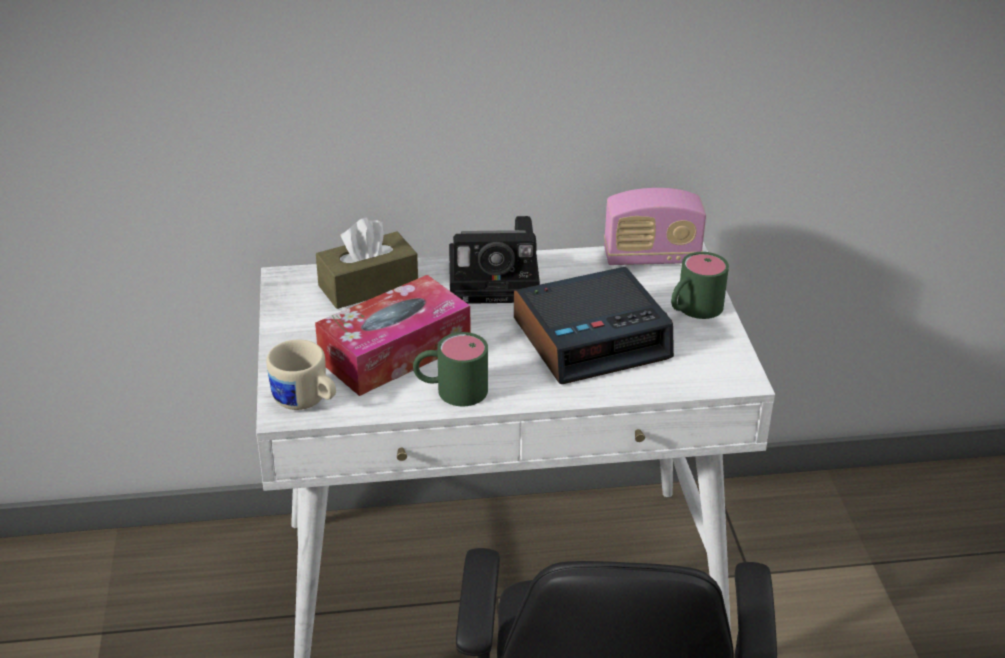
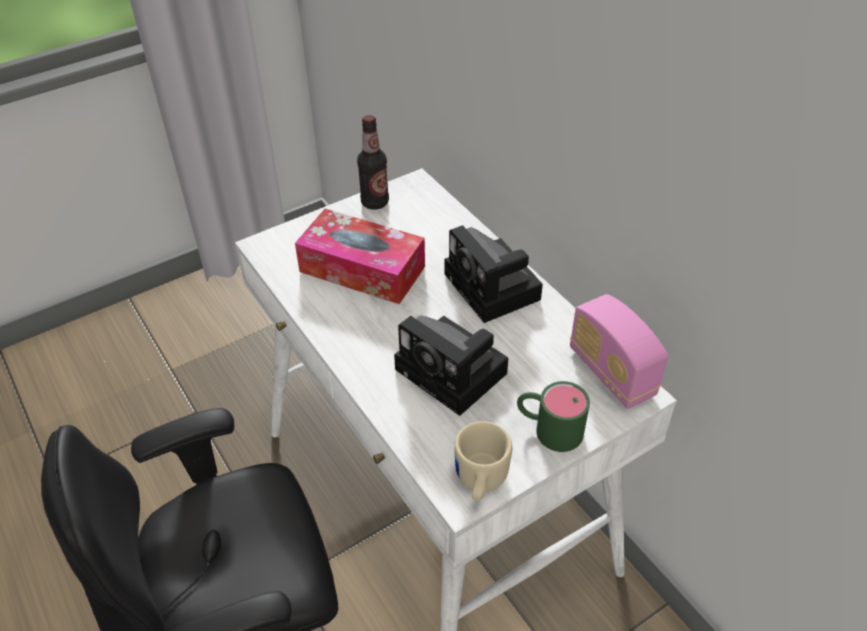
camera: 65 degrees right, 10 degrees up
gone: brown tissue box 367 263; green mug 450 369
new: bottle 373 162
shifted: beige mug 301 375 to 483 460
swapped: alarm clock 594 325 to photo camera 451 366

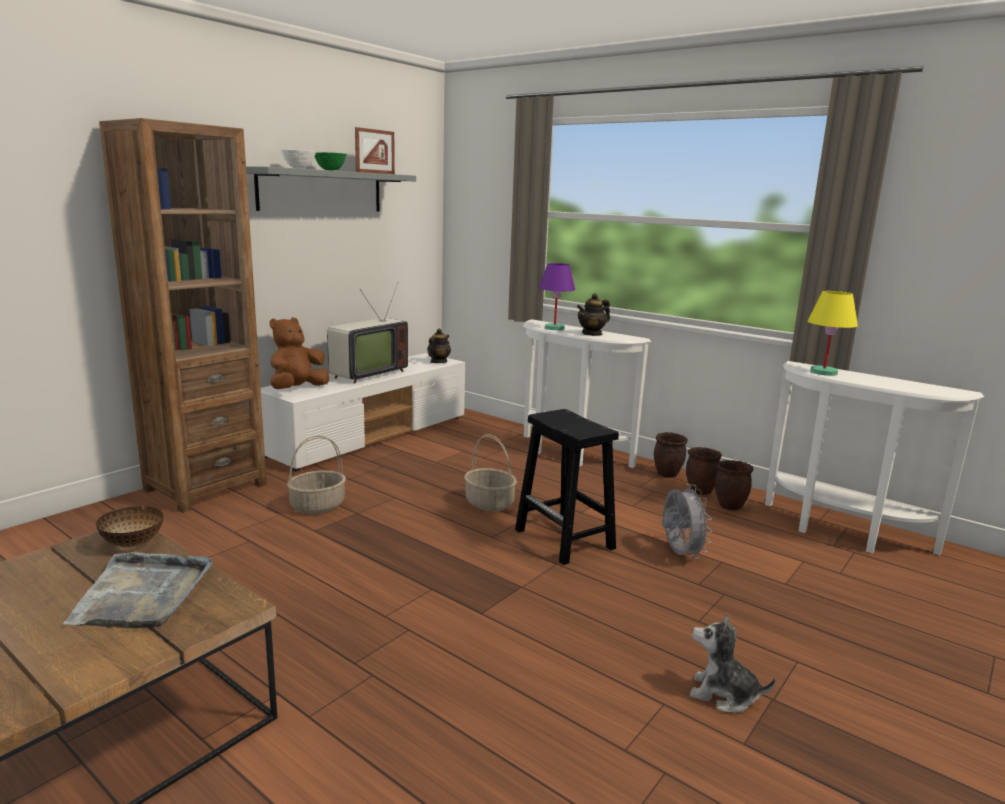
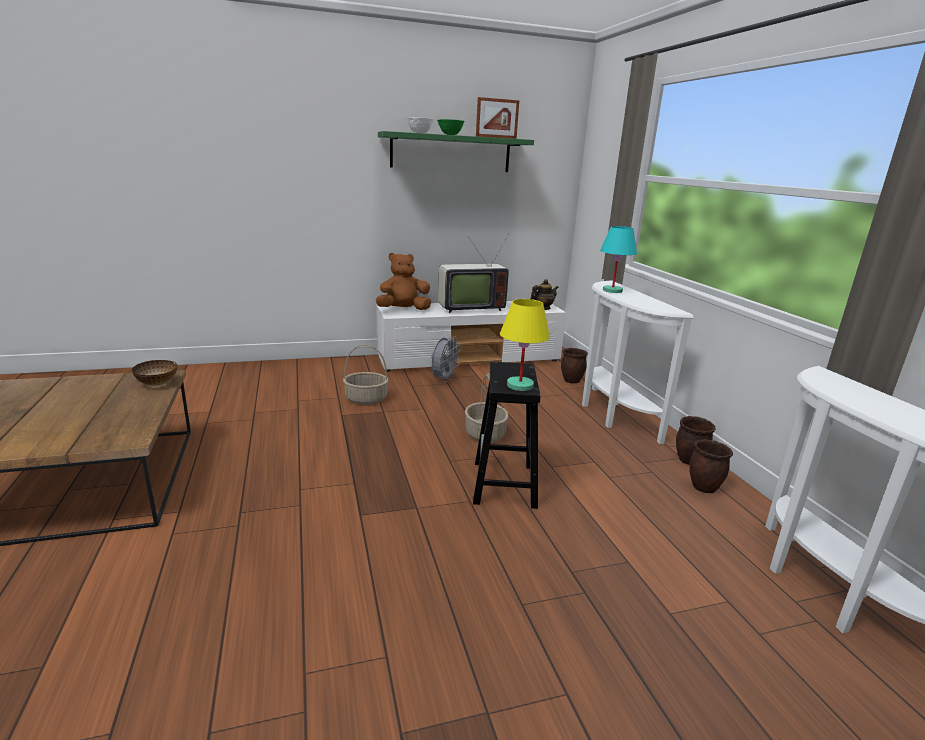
camera: 35 degrees right, 5 degrees up
gone: grey tray 138 590; brown bookcase 183 315; teapot 593 314; plush toy 733 663
shifted: grey fan 687 521 to 446 359; brown planter 734 485 to 574 365; yellow table lamp 833 333 to 525 345
repainted: grey shelf 331 188 to green shelf 456 151; purple table lamp 557 296 to turquoise table lamp 618 259

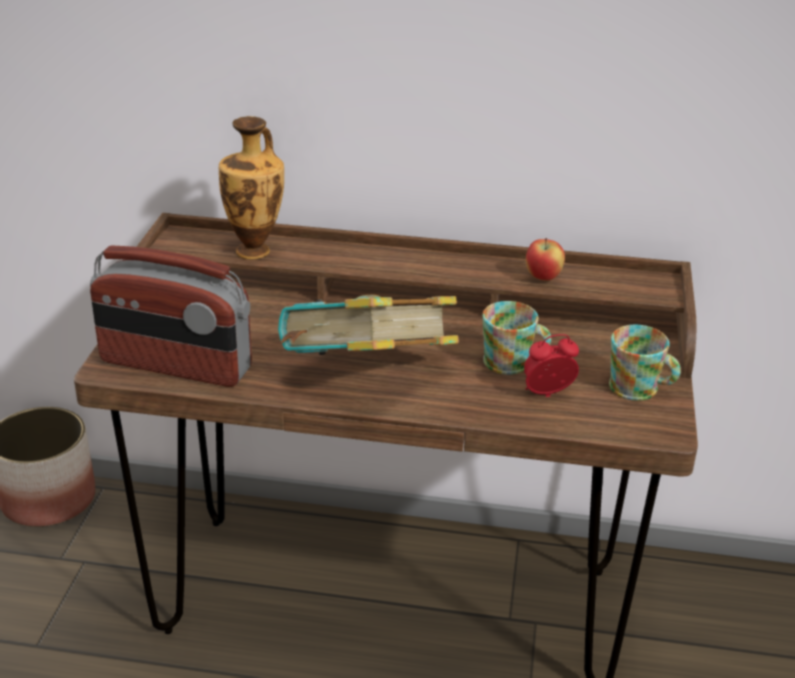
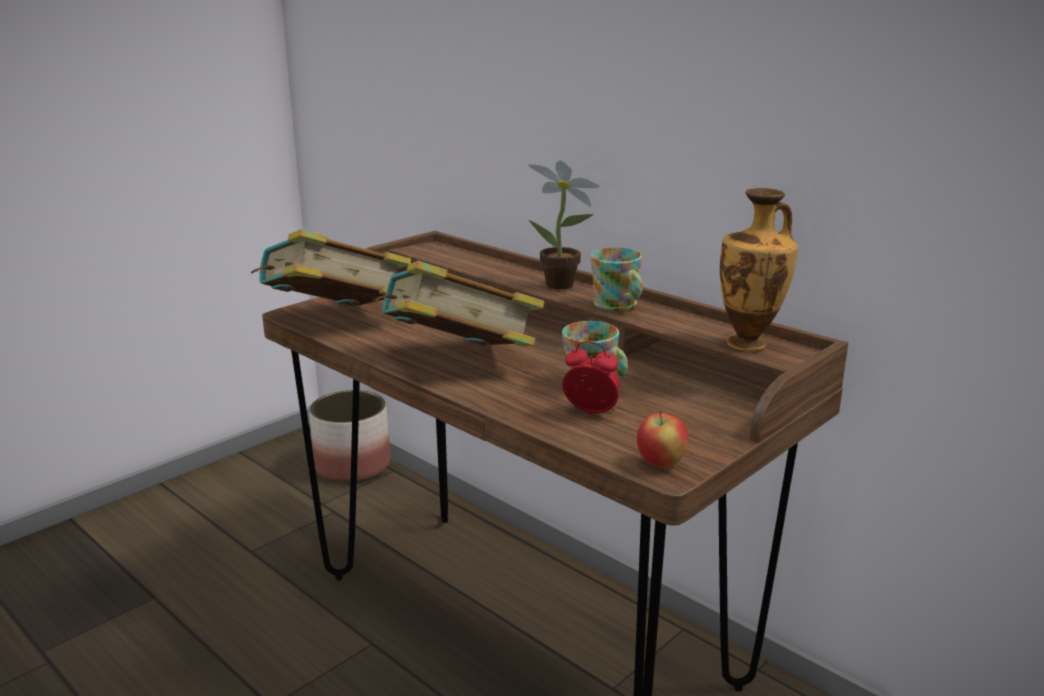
camera: 35 degrees right, 10 degrees down
new: potted plant 563 224
shifted: vase 251 187 to 759 269; apple 545 259 to 662 439; mug 645 363 to 616 279
swapped: radio 171 316 to book 331 267

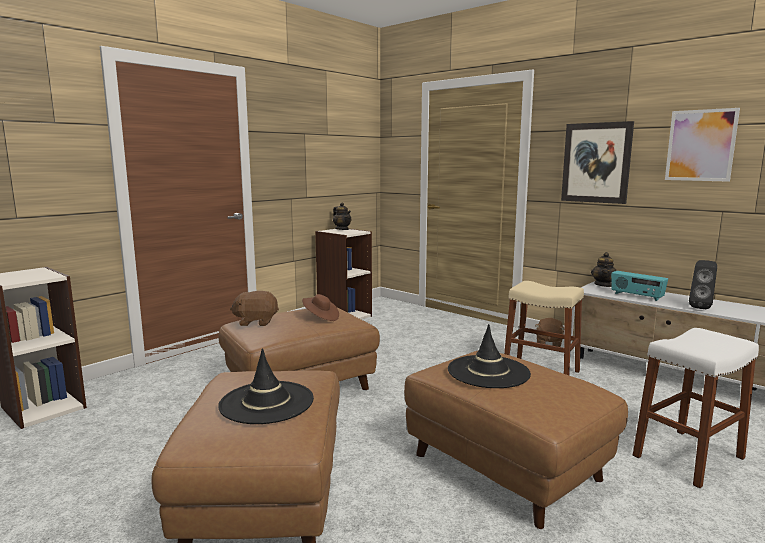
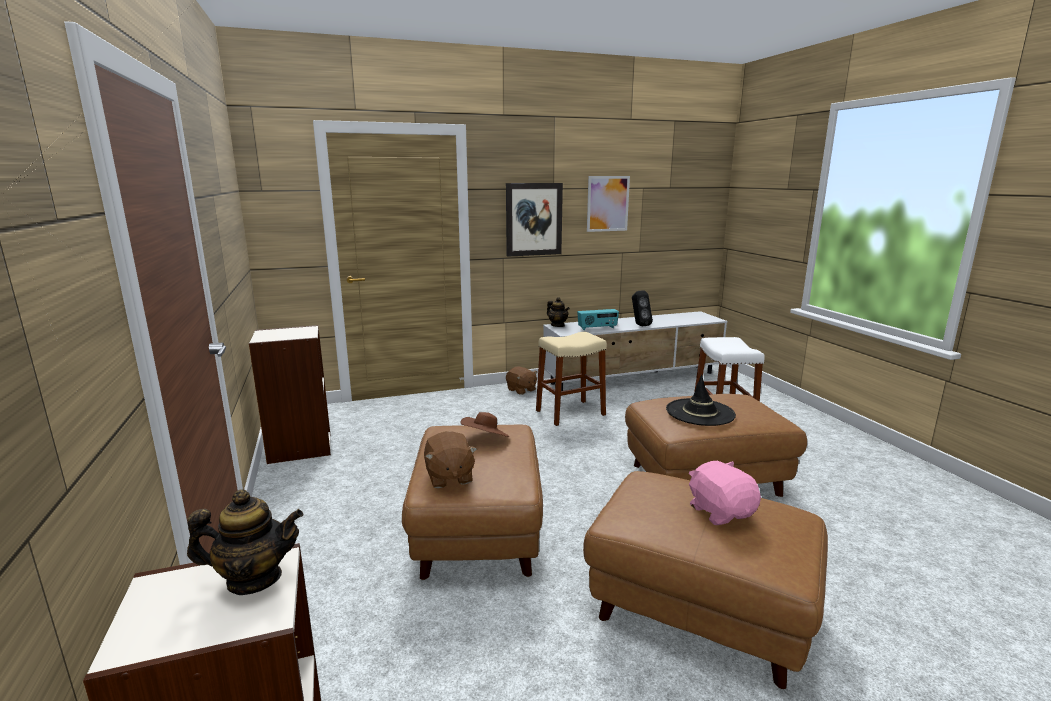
camera: 60 degrees left, 5 degrees up
shifted: teapot 342 216 to 245 542
swapped: black hat 266 386 to pink plush toy 725 493
rotated: brown plush toy 254 308 = 450 459 45 degrees counterclockwise

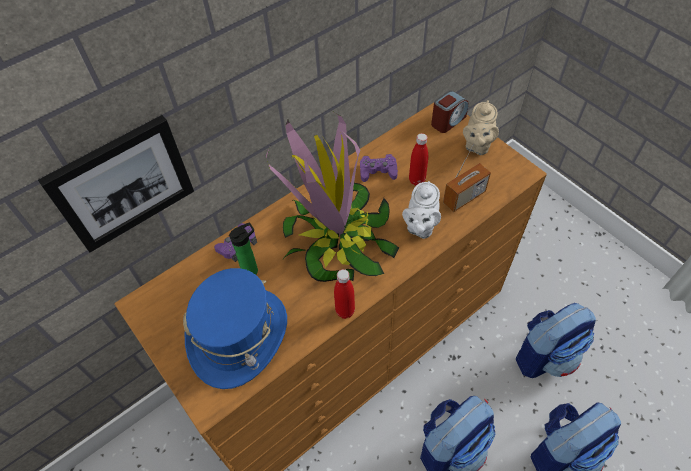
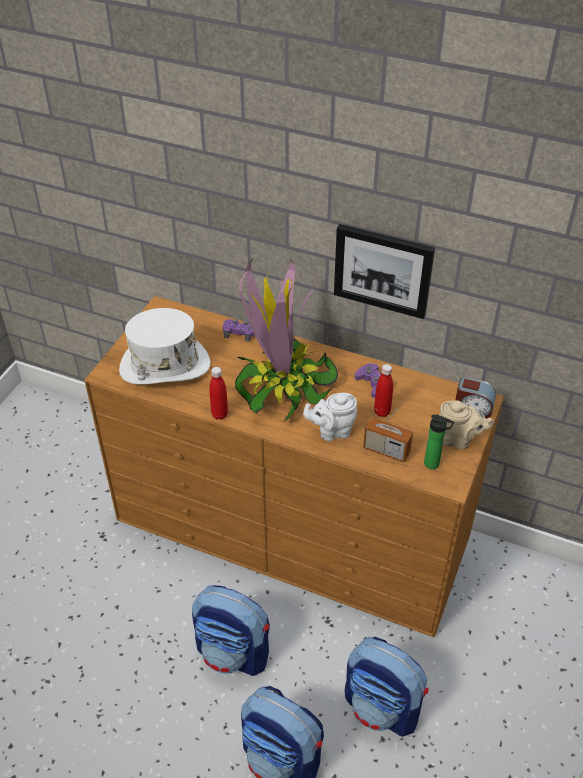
camera: 60 degrees right, 10 degrees down
shifted: picture 116 184 to 384 271; bottle 243 248 to 439 441
repainted: blue hat 235 328 to white hat 164 346
rotated: beige teapot 481 127 = 466 424 150 degrees counterclockwise

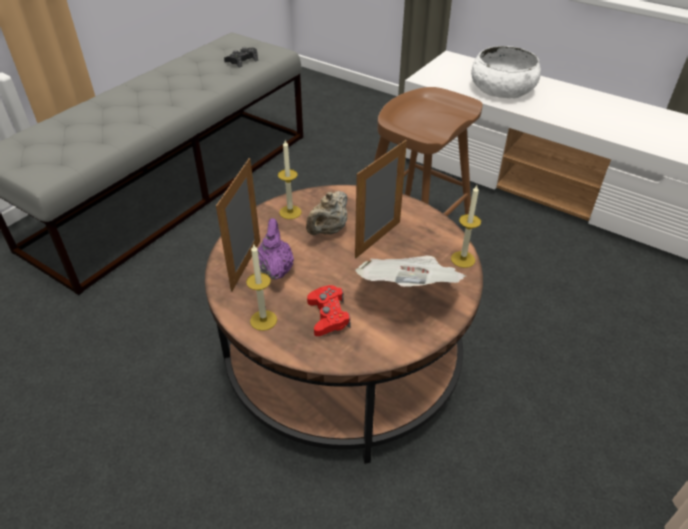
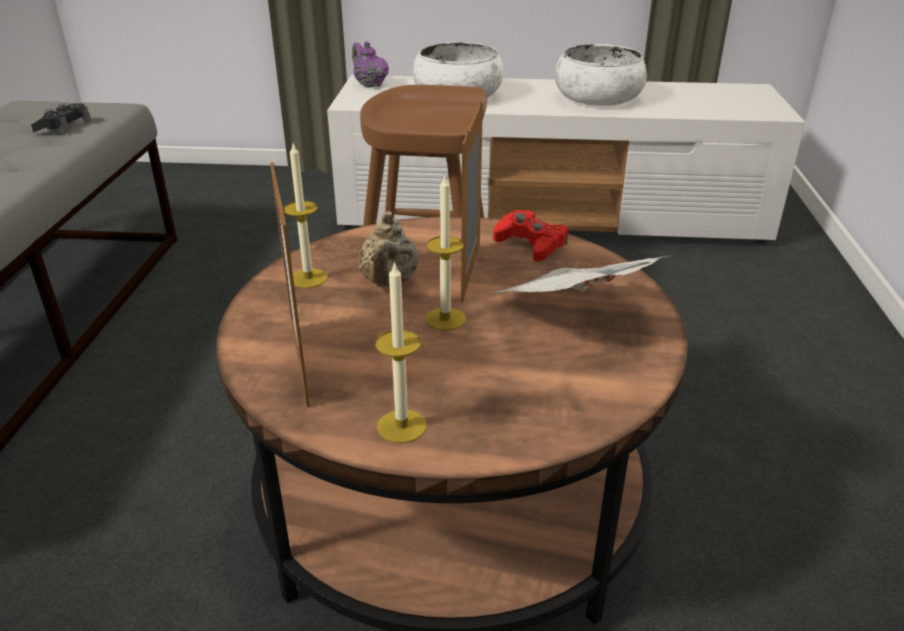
camera: 30 degrees left, 10 degrees down
new: white bowl 601 75
shifted: purple teapot 276 249 to 370 64; red game controller 328 310 to 530 236; candle 466 226 to 445 253

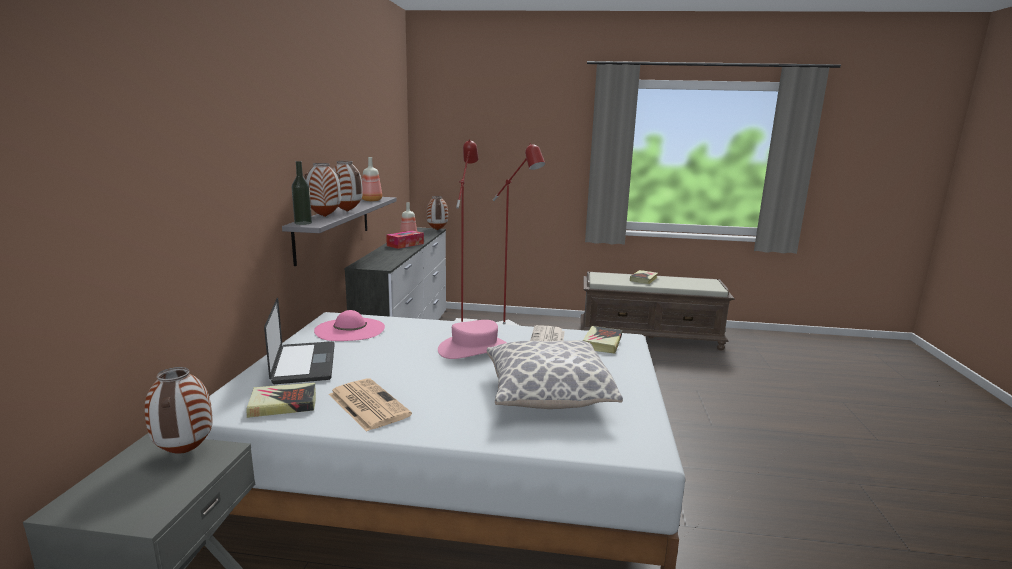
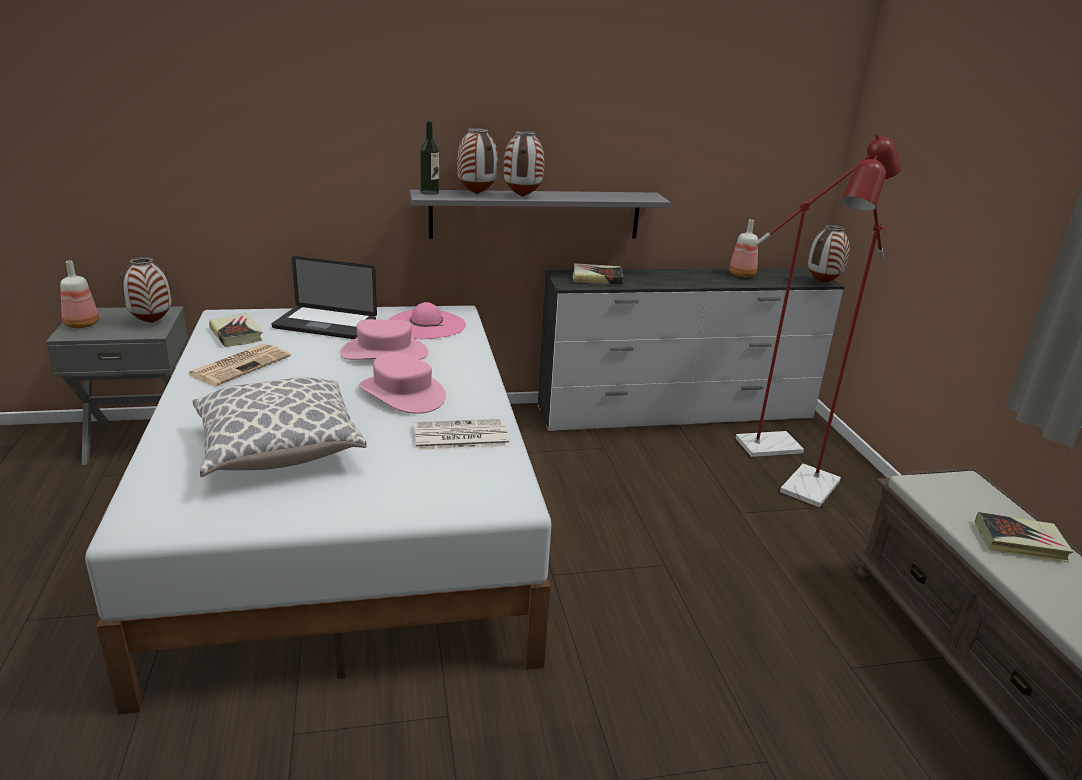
camera: 70 degrees right, 10 degrees up
gone: tissue box 405 239
new: pink hat 384 339
shifted: bottle 372 179 to 79 294; book 602 340 to 598 274
rotated: laptop 299 340 = 324 297 45 degrees clockwise

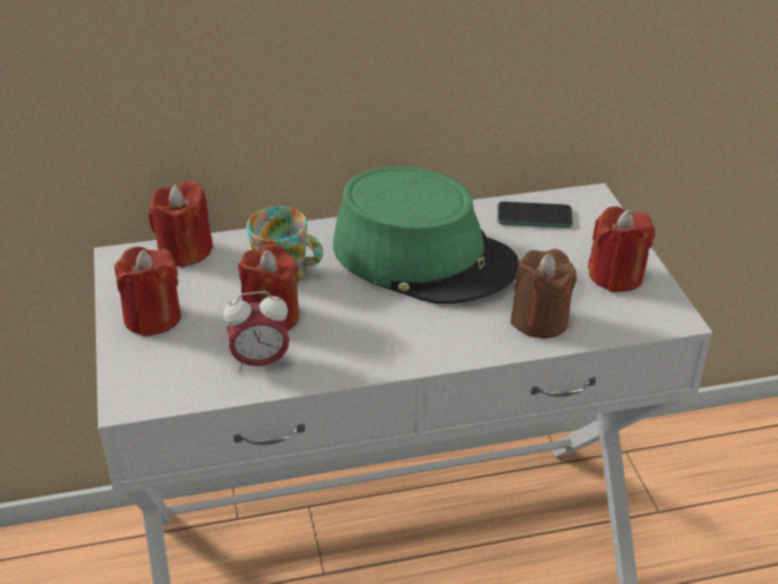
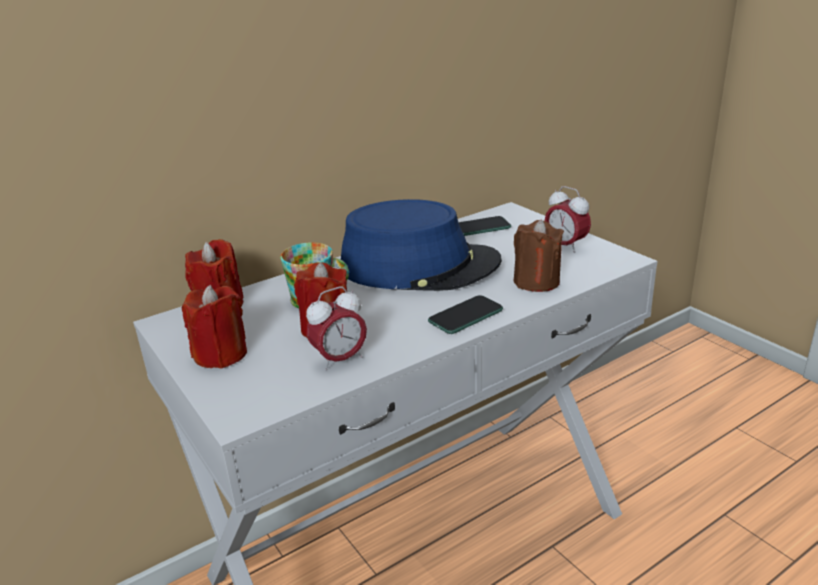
camera: 20 degrees left, 10 degrees down
new: phone 465 314
swapped: red candle 621 249 to alarm clock 568 219
repainted: green hat 426 235 to blue hat 421 245

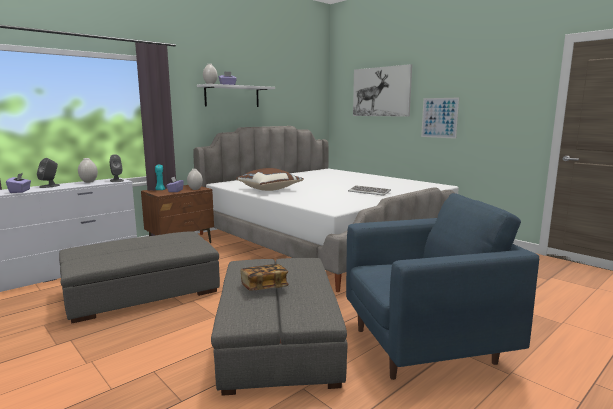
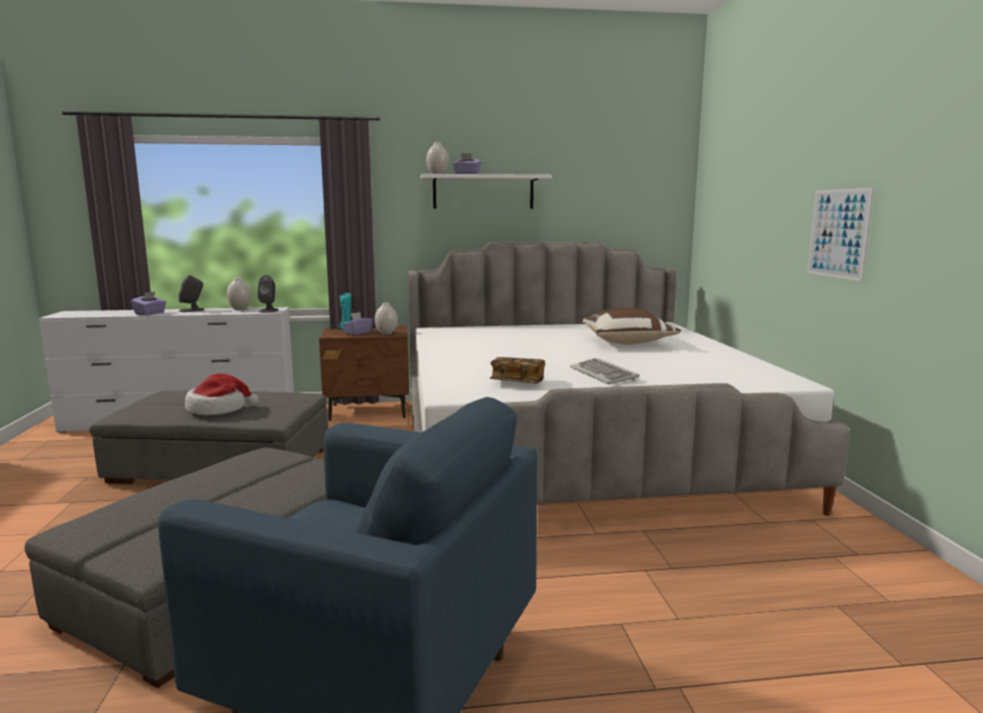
camera: 35 degrees right, 0 degrees up
gone: picture 382 90
new: hat 222 394
shifted: brown pillow 270 179 to 631 326; book 264 277 to 517 370

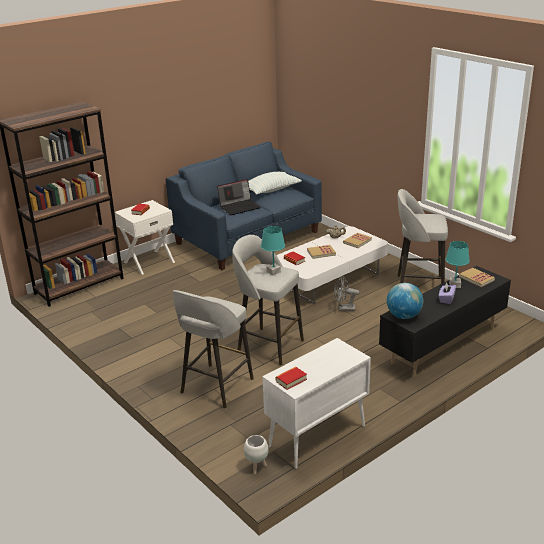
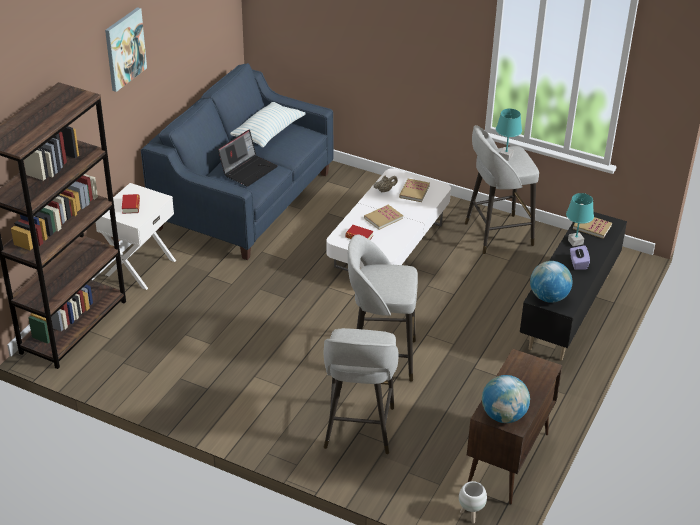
camera: 25 degrees left, 10 degrees up
gone: grey fan 347 293
new: picture 126 49
shifted: turquoise table lamp 273 251 to 509 135
swapped: book 291 378 to globe 506 399
repainted: white cabinet 316 403 to brown cabinet 514 426

